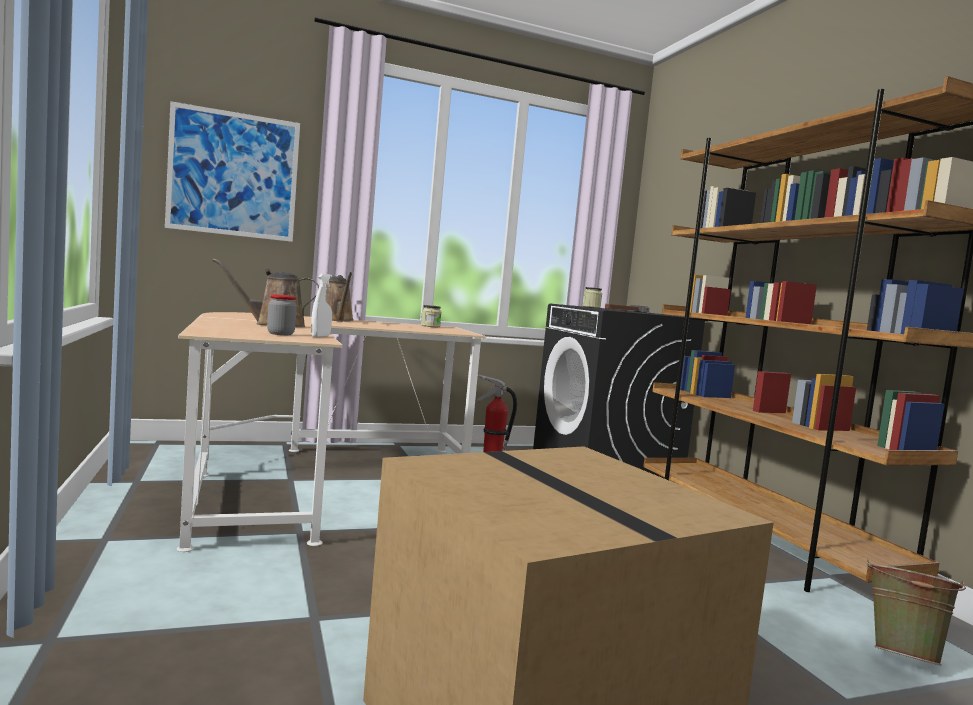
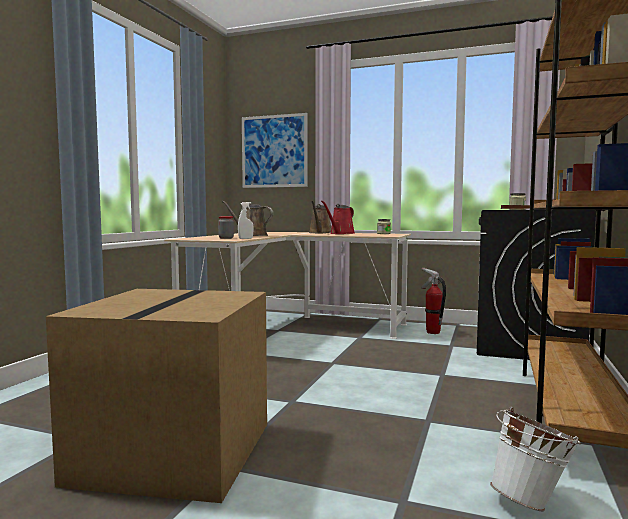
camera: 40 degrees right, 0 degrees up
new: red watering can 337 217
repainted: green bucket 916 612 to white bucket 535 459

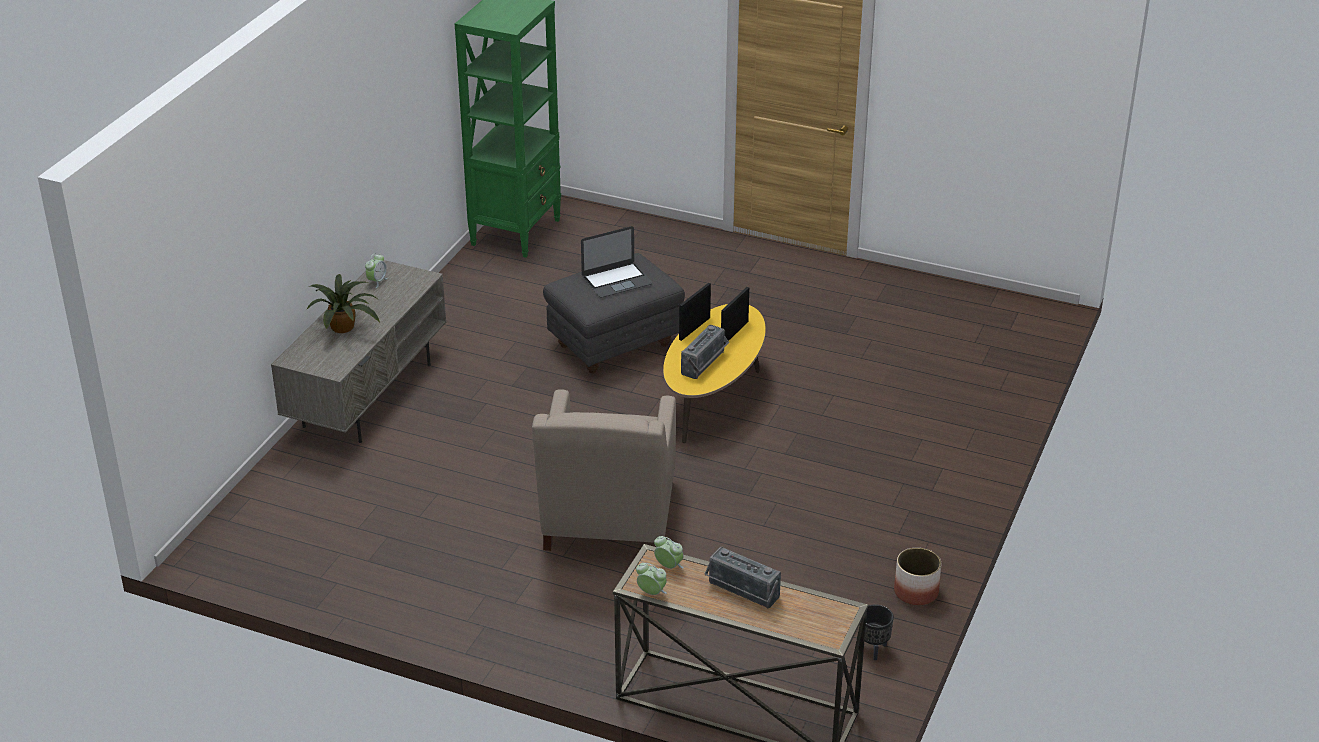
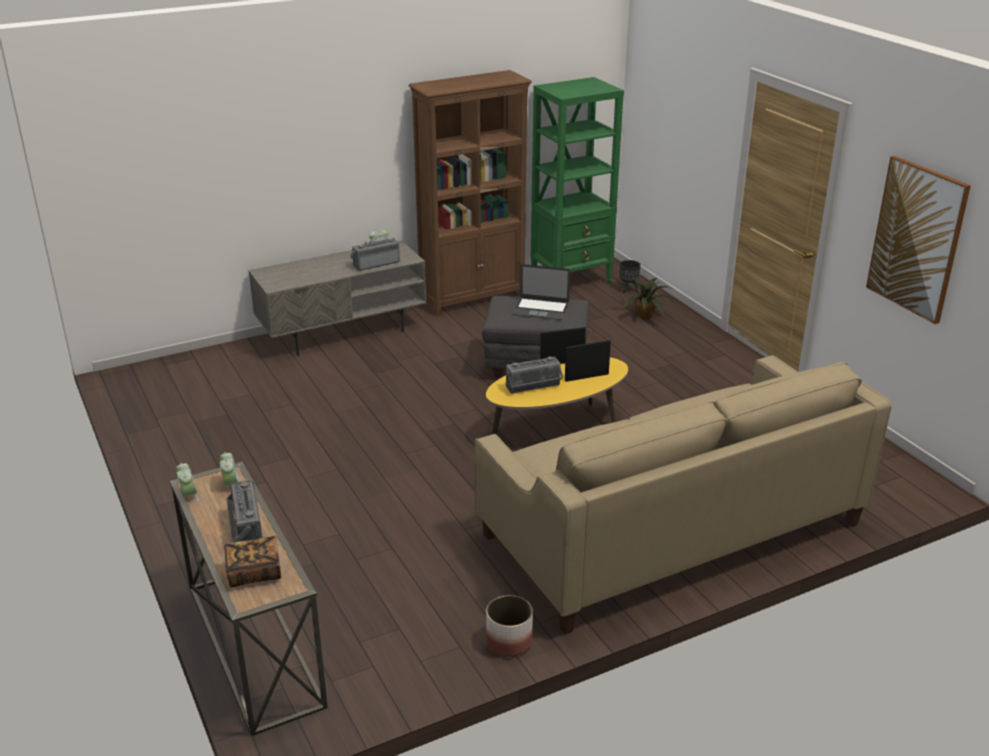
camera: 40 degrees right, 5 degrees down
gone: beige armchair 604 470
new: book 252 561; radio 375 254; brown bookcase 470 193; beige sofa 683 495; picture 918 240
shifted: potted plant 343 303 to 646 298; black planter 876 632 to 630 276

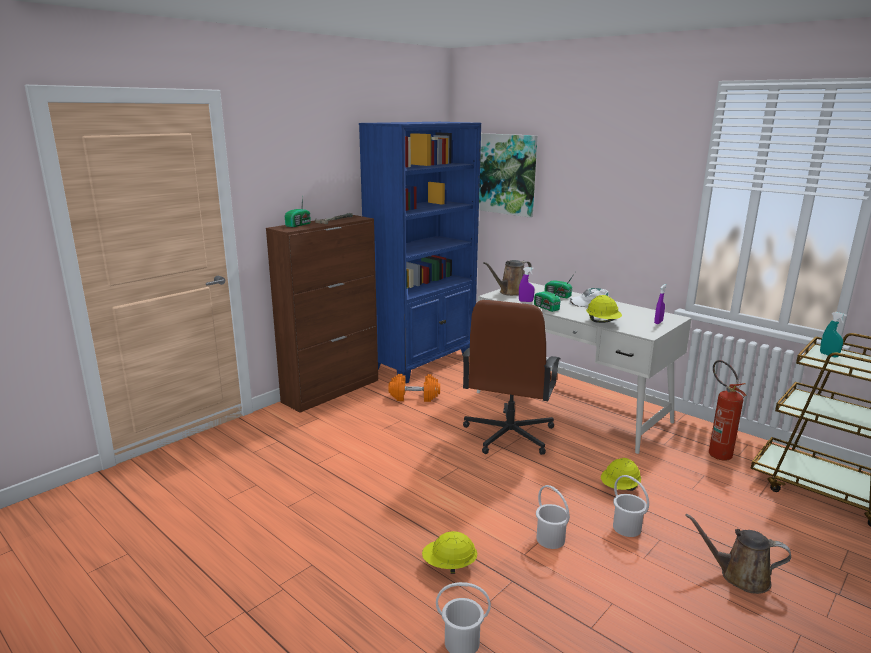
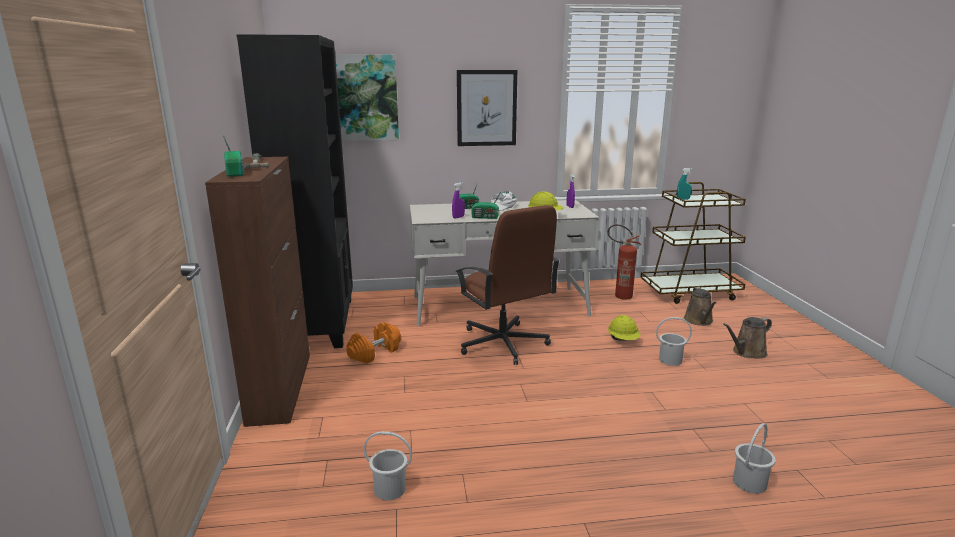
camera: 50 degrees left, 0 degrees up
gone: yellow hard hat 449 552
new: picture 487 108
shifted: brown watering can 507 278 to 700 306; white bucket 553 517 to 388 465
repainted: blue bookcase 420 252 to black bookcase 294 191

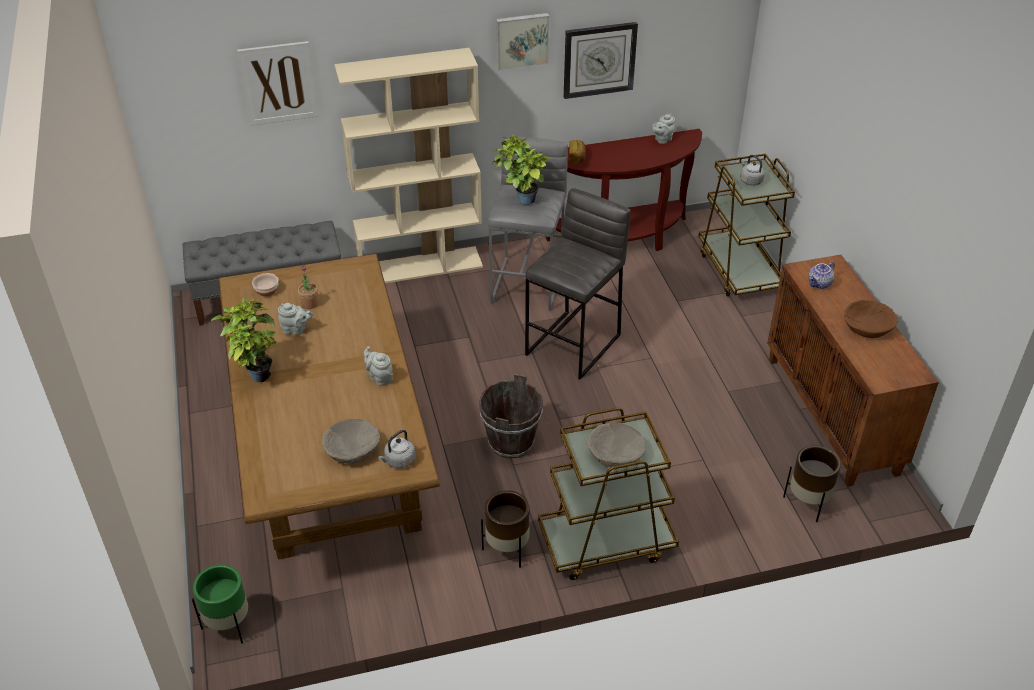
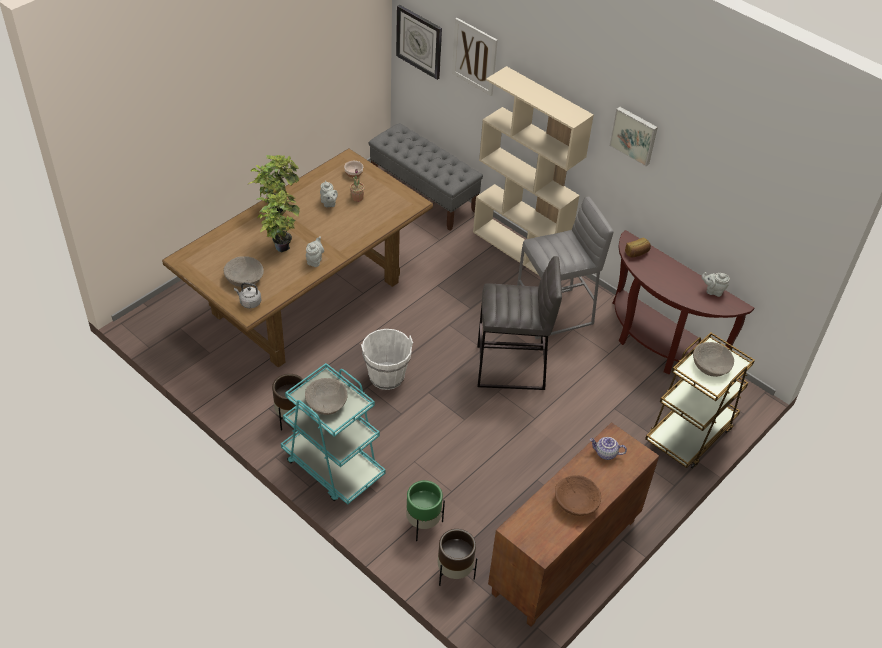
camera: 55 degrees right, 5 degrees up
shifted: green planter 220 603 to 425 510; potted plant 520 169 to 278 221; wall clock 601 60 to 419 42
swapped: grey kettle 752 170 to beige bowl 713 359
repainted: brown bucket 511 416 to white bucket 387 359; brown cart 608 494 to turquoise cart 333 434

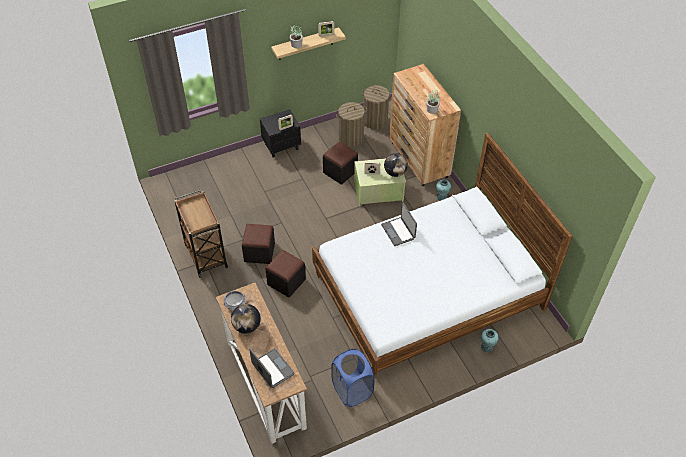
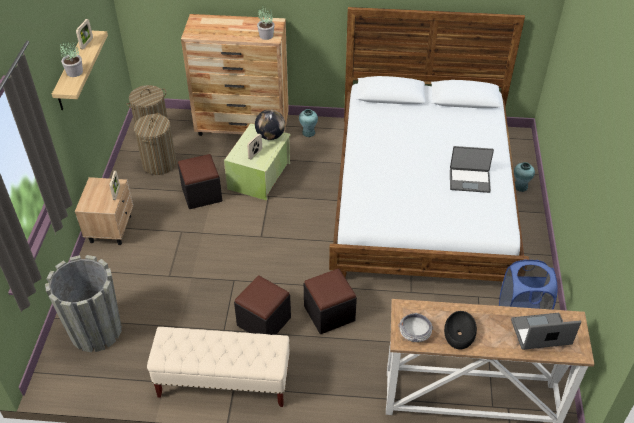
camera: 60 degrees left, 5 degrees down
new: grey planter 83 303
shifted: laptop 399 224 to 472 169
swapped: brown cart 201 234 to beige bench 218 367; globe 246 319 to black bowl 460 330
repainted: black nightstand 280 133 to beige nightstand 104 211

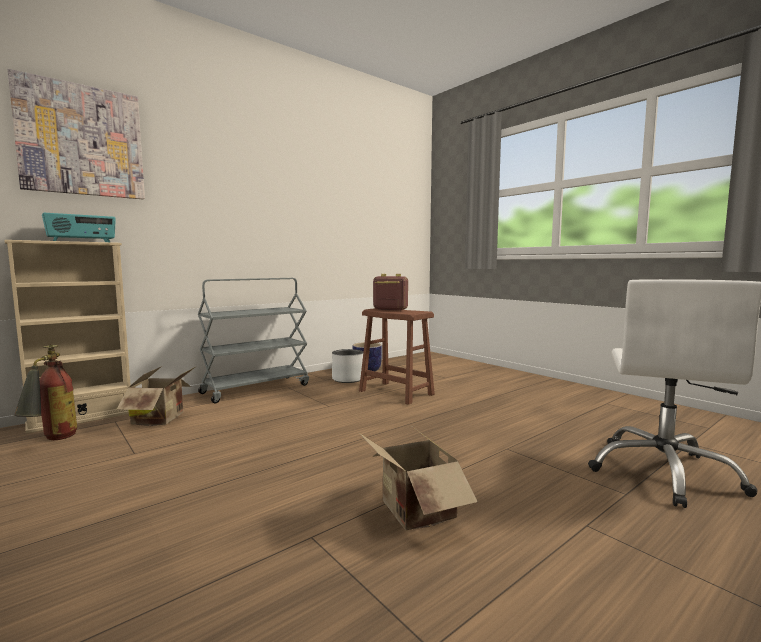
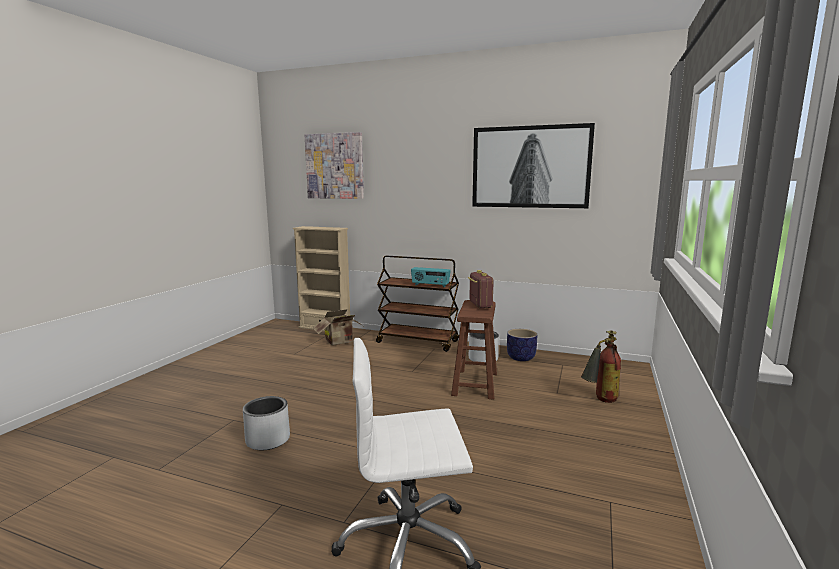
camera: 60 degrees right, 5 degrees up
new: picture 533 165
shifted: fire extinguisher 45 392 to 601 366; radio 79 227 to 431 277
swapped: cardboard box 418 477 to grey planter 266 423
repainted: grey cart 253 340 to brown cart 417 304

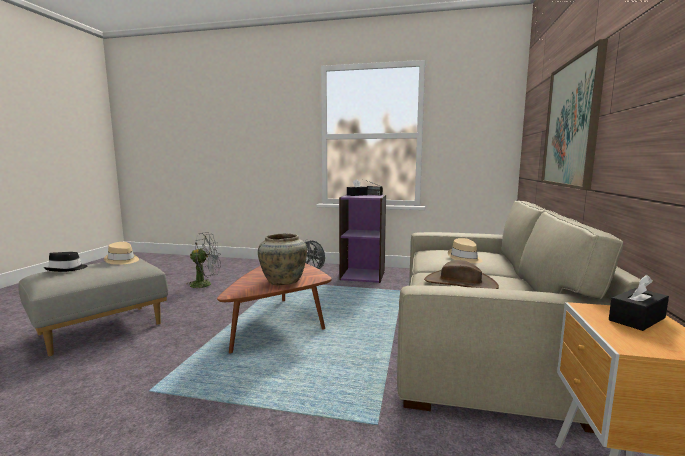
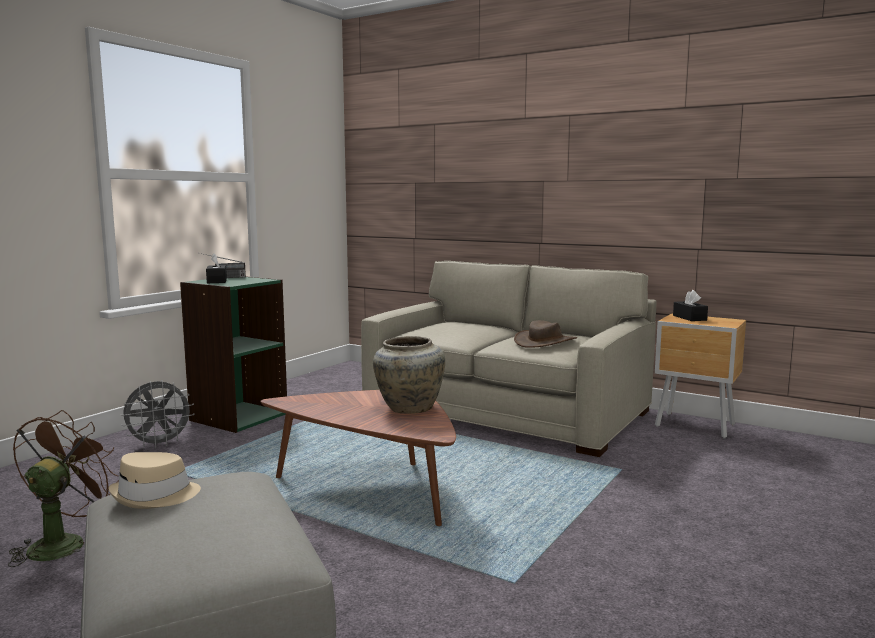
camera: 70 degrees left, 0 degrees up
gone: black hat 65 262; beige hat 465 250; picture 574 114
repainted: grey fan 203 261 to brown fan 63 488; purple bookcase 362 238 to green bookcase 233 354

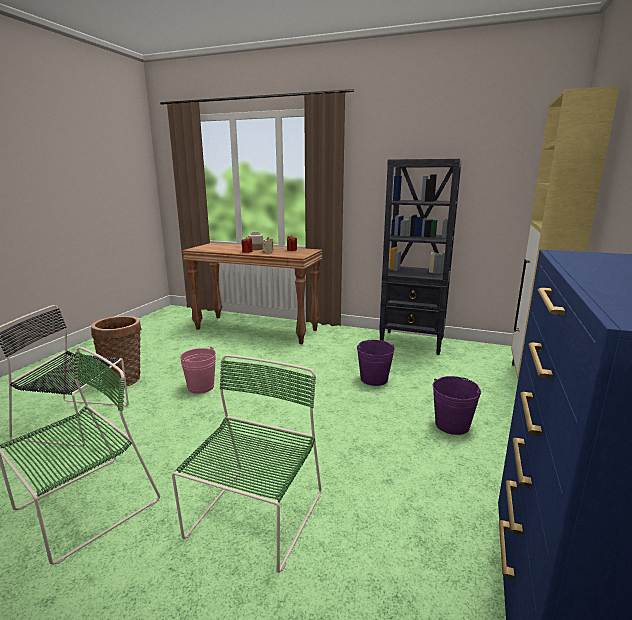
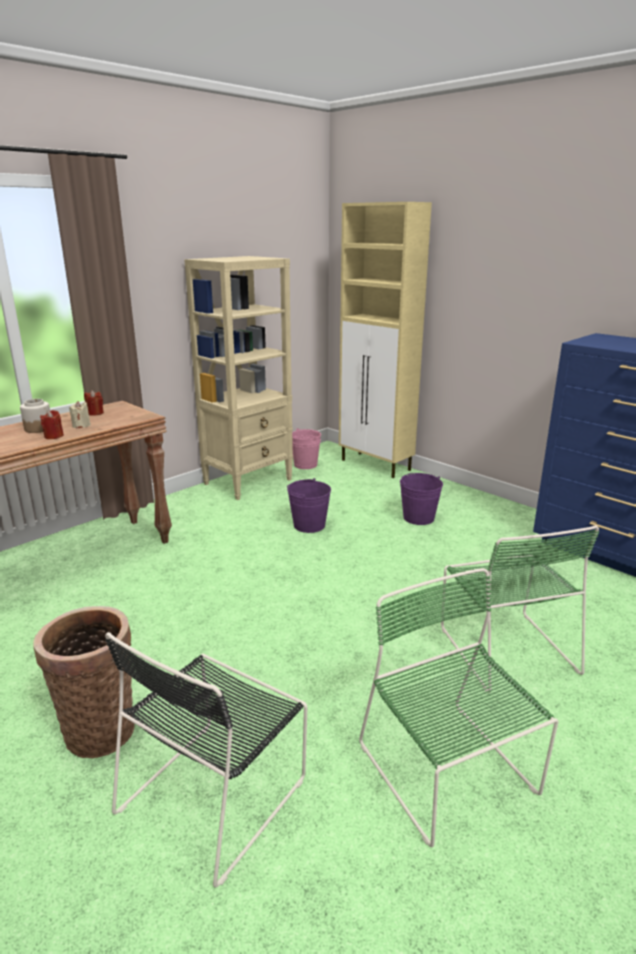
camera: 65 degrees left, 5 degrees up
shifted: pink bucket 198 370 to 306 448
repainted: black bookcase 420 257 to beige bookcase 238 378
rotated: green chair 246 464 = 520 609 150 degrees counterclockwise

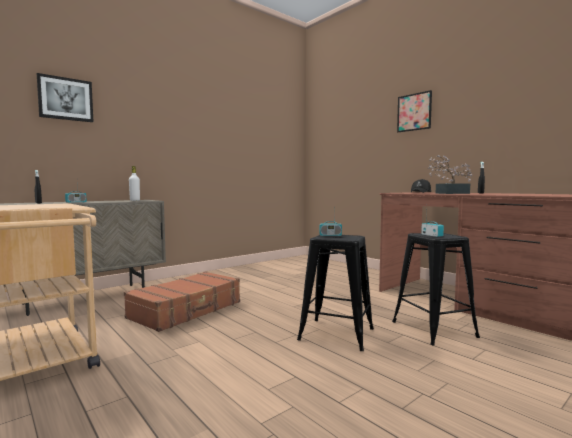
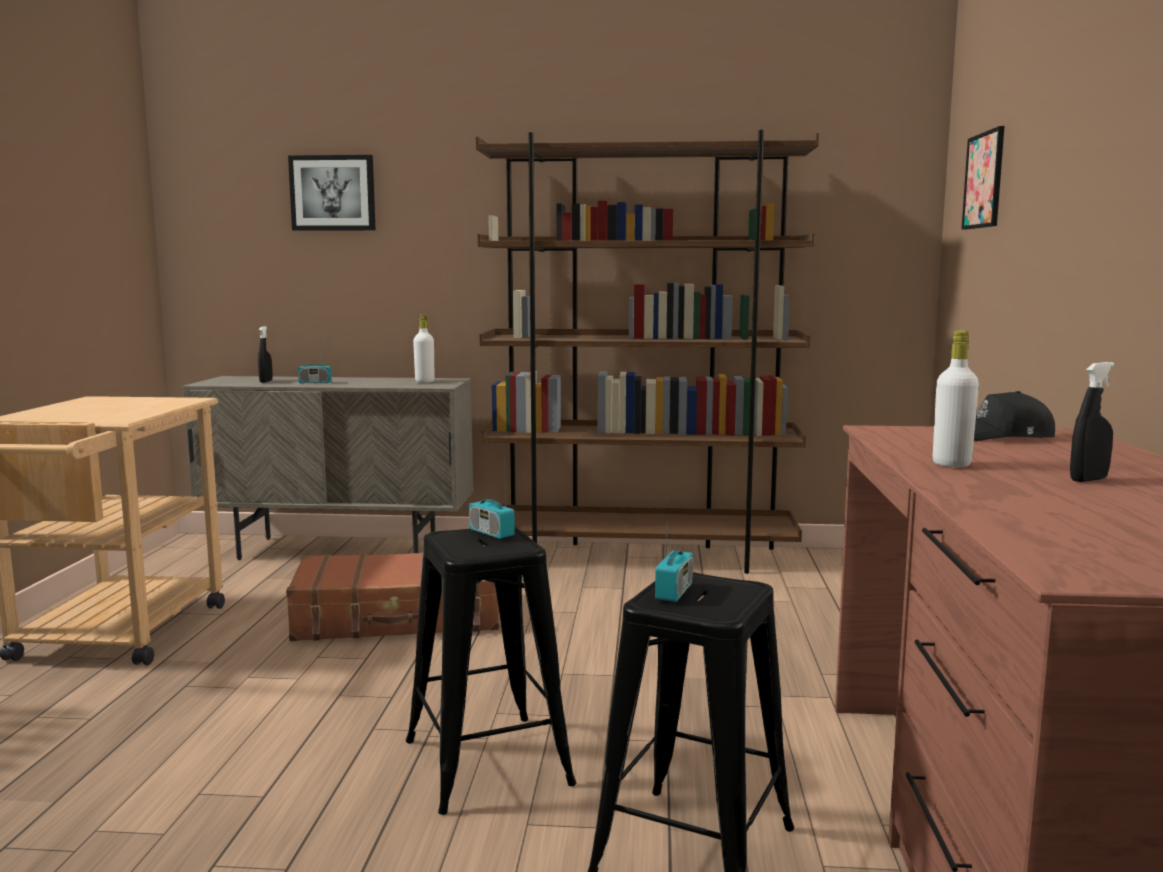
camera: 45 degrees right, 5 degrees up
new: brown bookcase 647 352
shifted: picture 414 111 to 982 178
swapped: potted plant 450 174 to white bottle 956 398

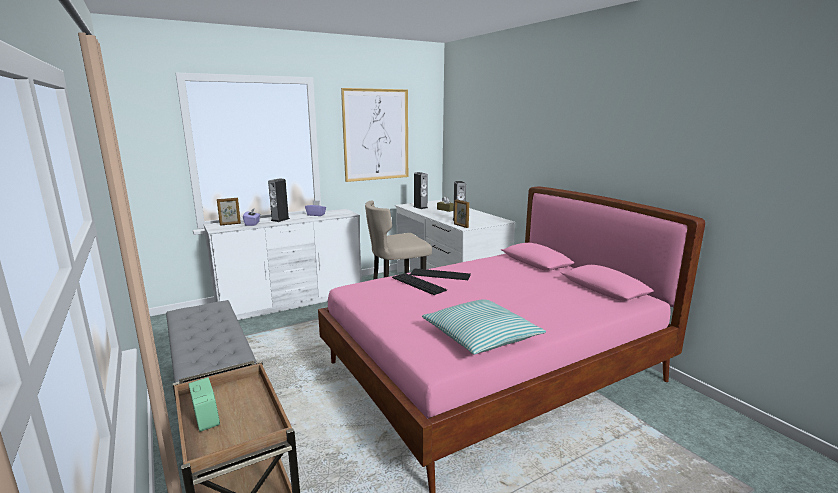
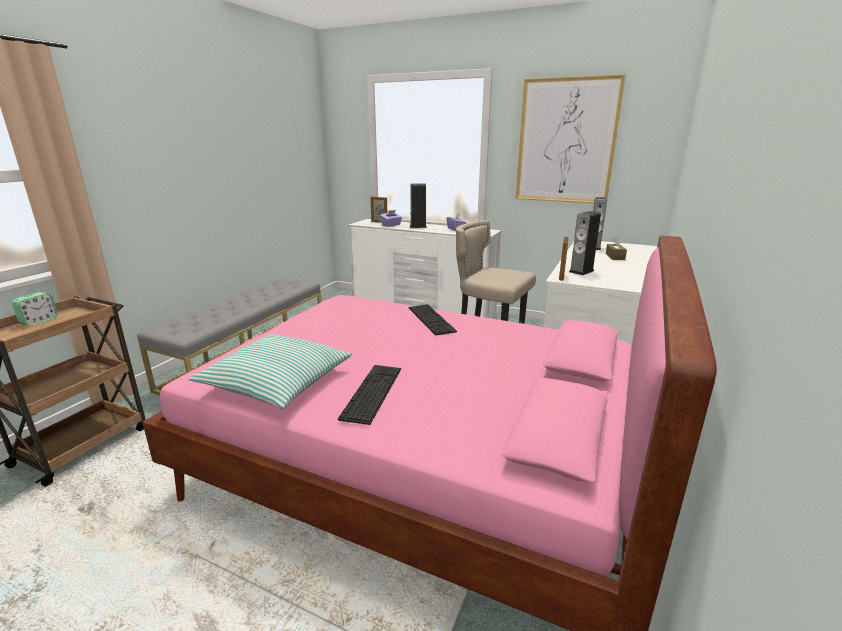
camera: 55 degrees right, 5 degrees up
shifted: keyboard 419 284 to 369 395

